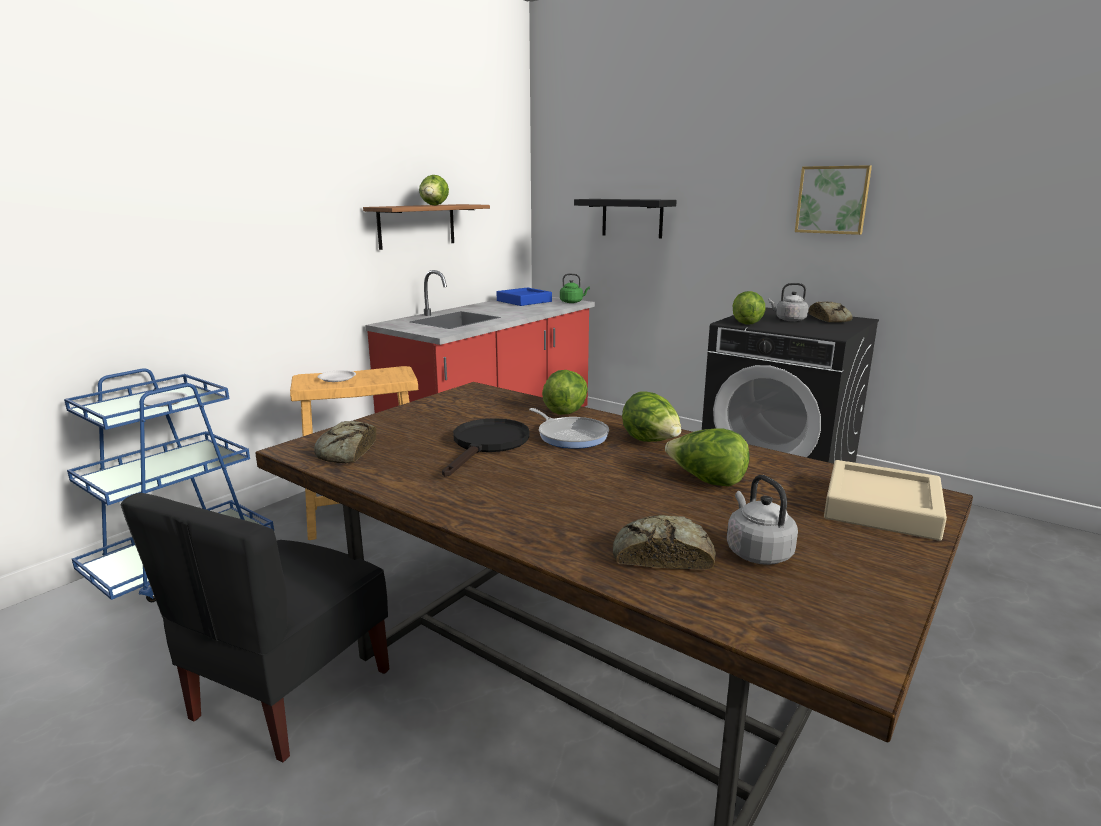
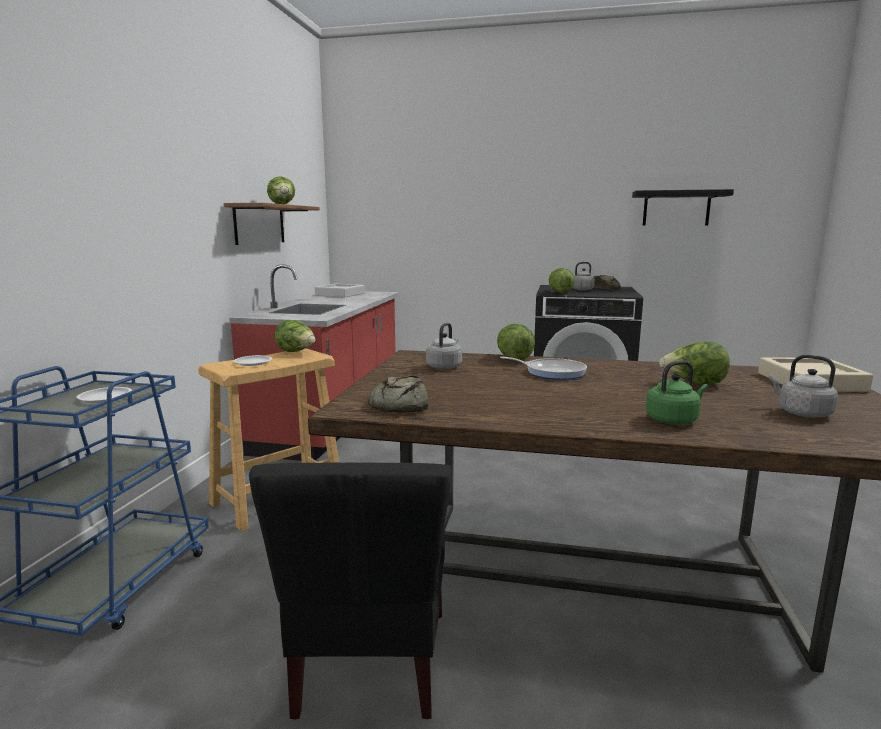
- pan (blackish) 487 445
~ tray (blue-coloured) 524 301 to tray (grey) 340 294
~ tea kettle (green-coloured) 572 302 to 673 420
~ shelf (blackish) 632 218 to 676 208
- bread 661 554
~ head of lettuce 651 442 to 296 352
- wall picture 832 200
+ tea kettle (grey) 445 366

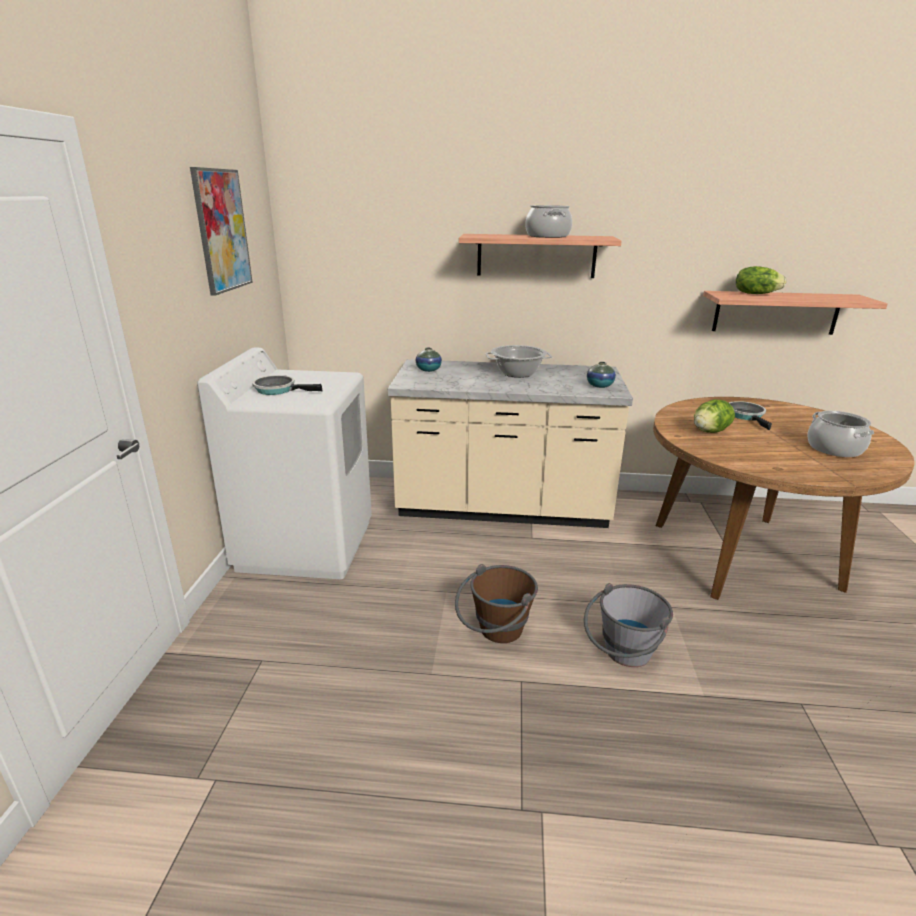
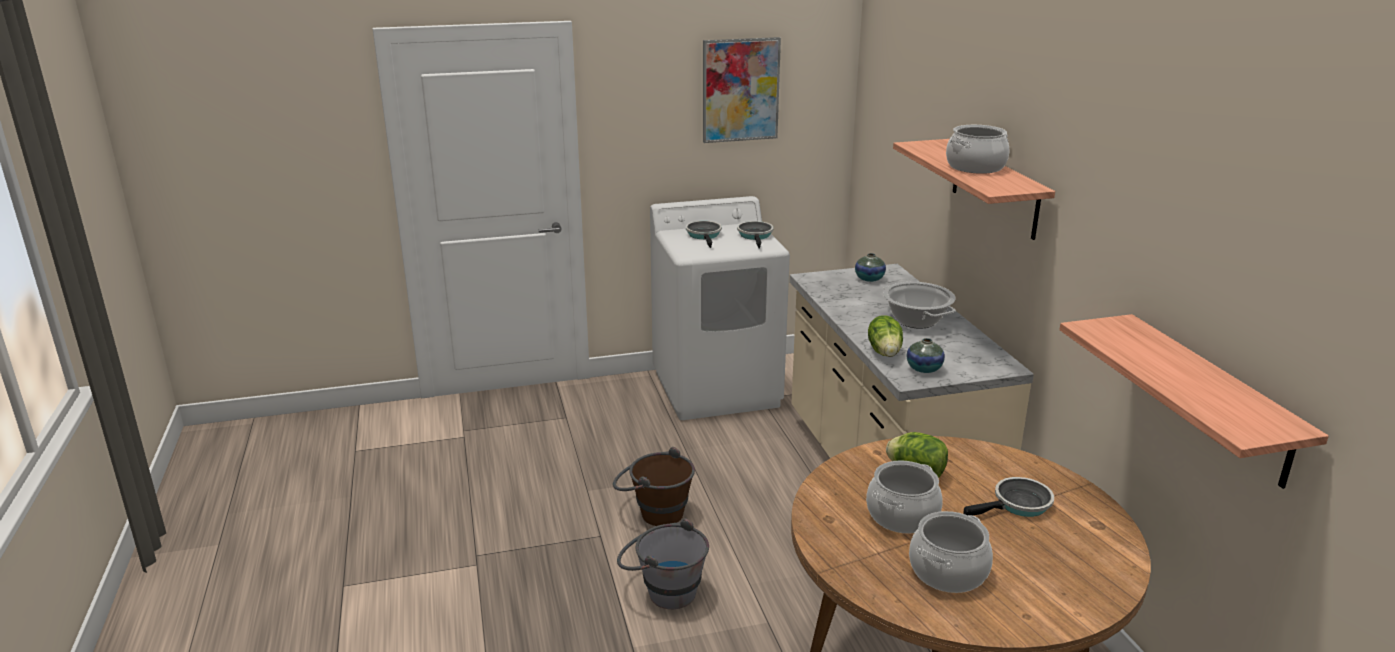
~ head of lettuce 755 294 to 885 352
+ pan 755 236
+ cooking pot 902 516

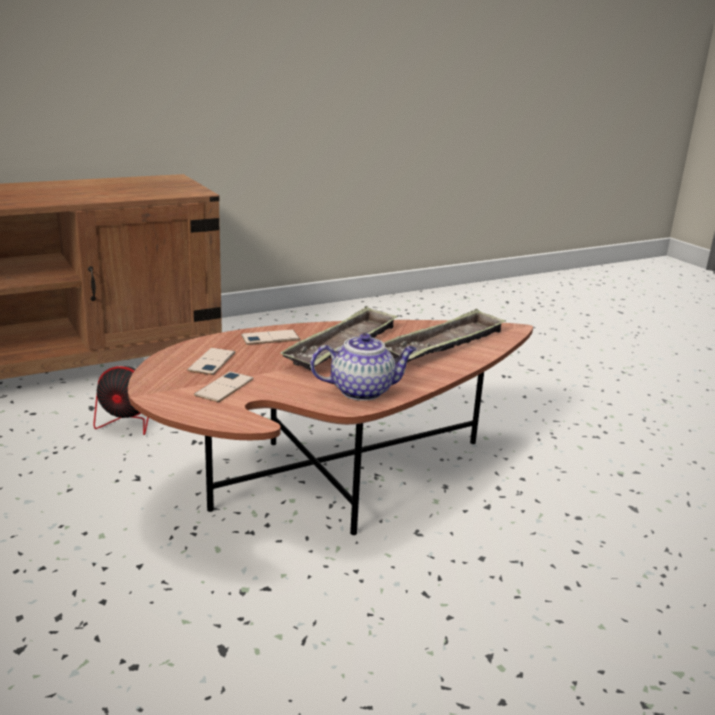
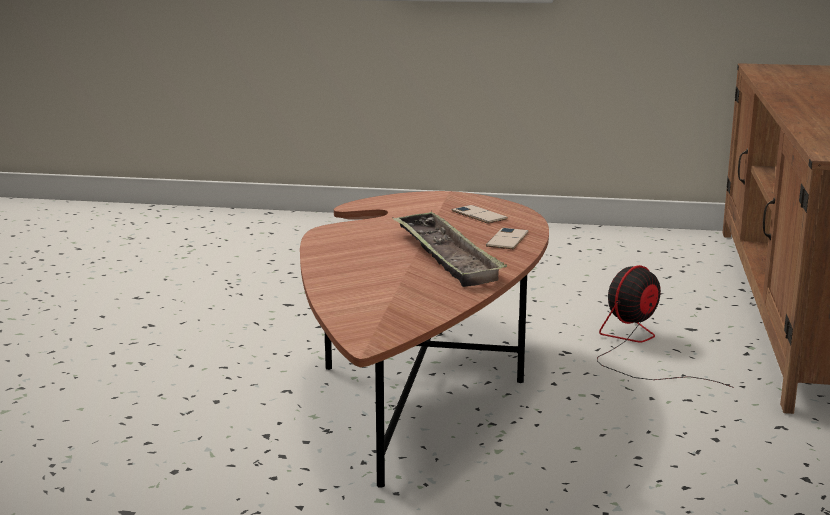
- telephone 224 387
- teapot 363 391
- tray 444 345

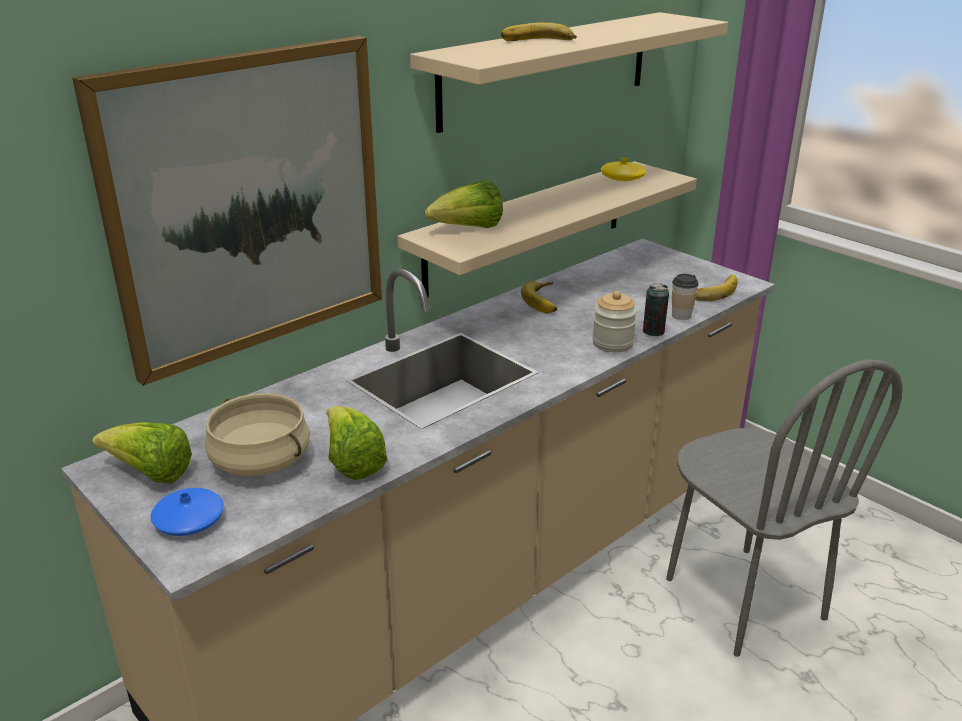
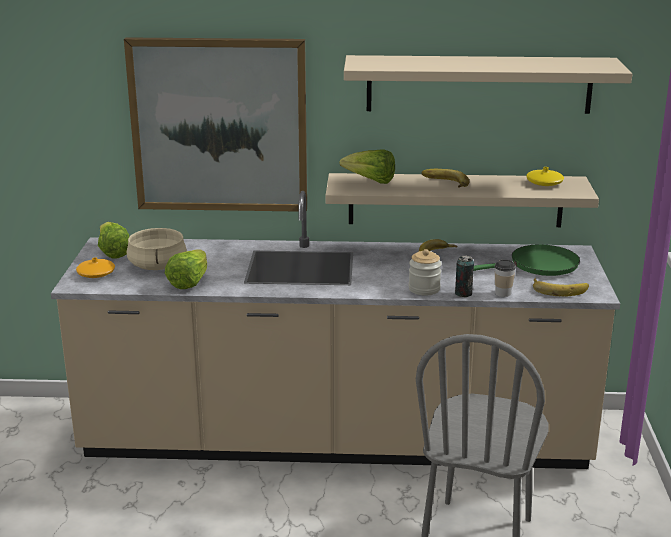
~ vase (blue-coloured) 189 520 to vase (orangey) 96 274
~ banana 539 41 to 444 183
+ pan (green-coloured) 539 265

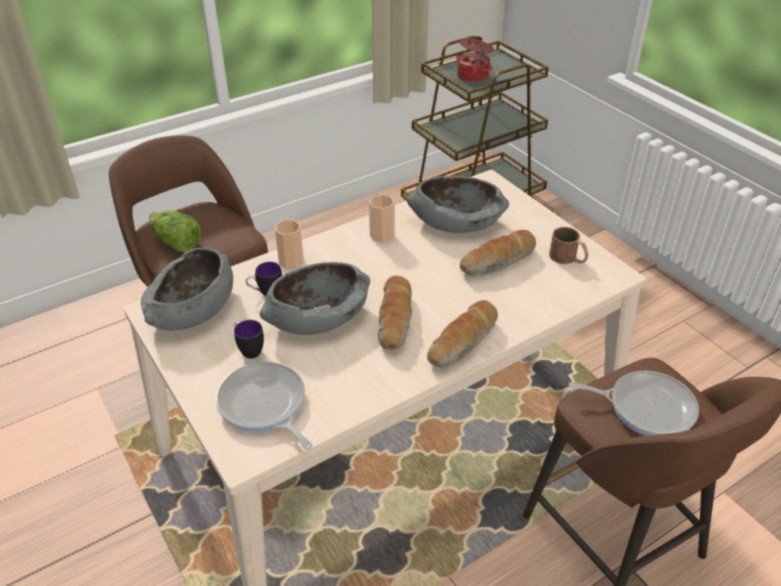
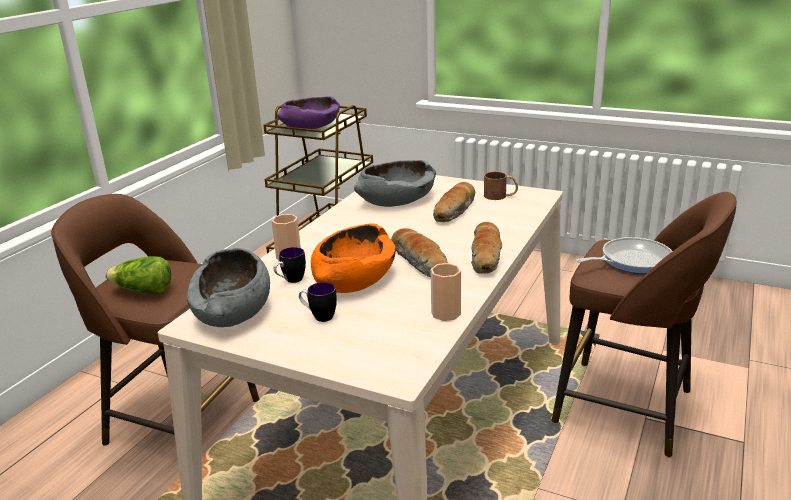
- pan 264 406
~ serving bowl (grey) 318 316 to serving bowl (orangey) 354 279
~ cup 382 235 to 446 313
~ cooking pot 473 76 to serving bowl (purple-coloured) 311 126

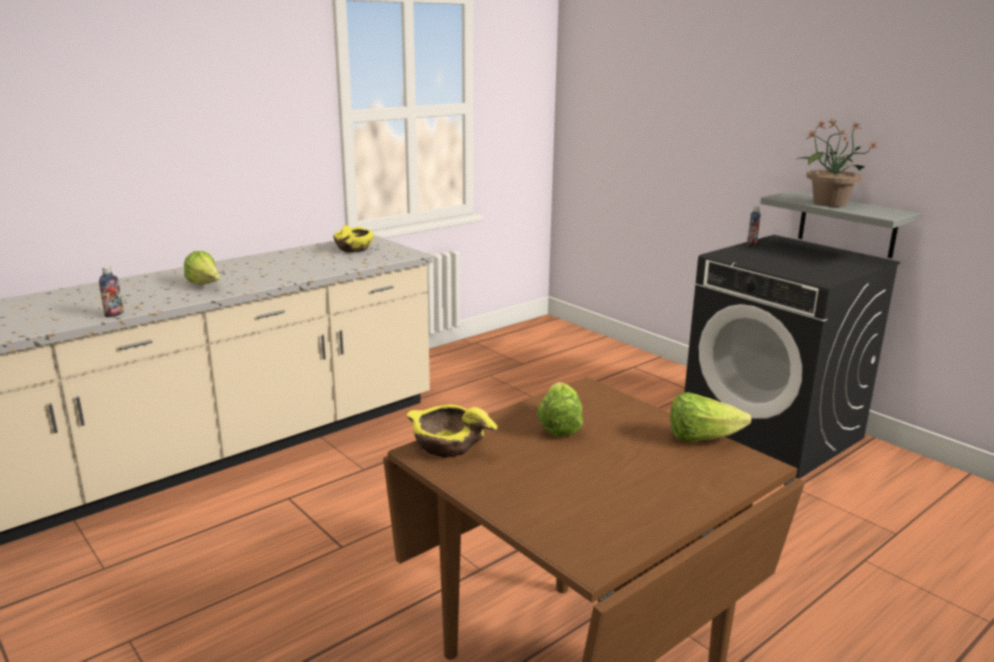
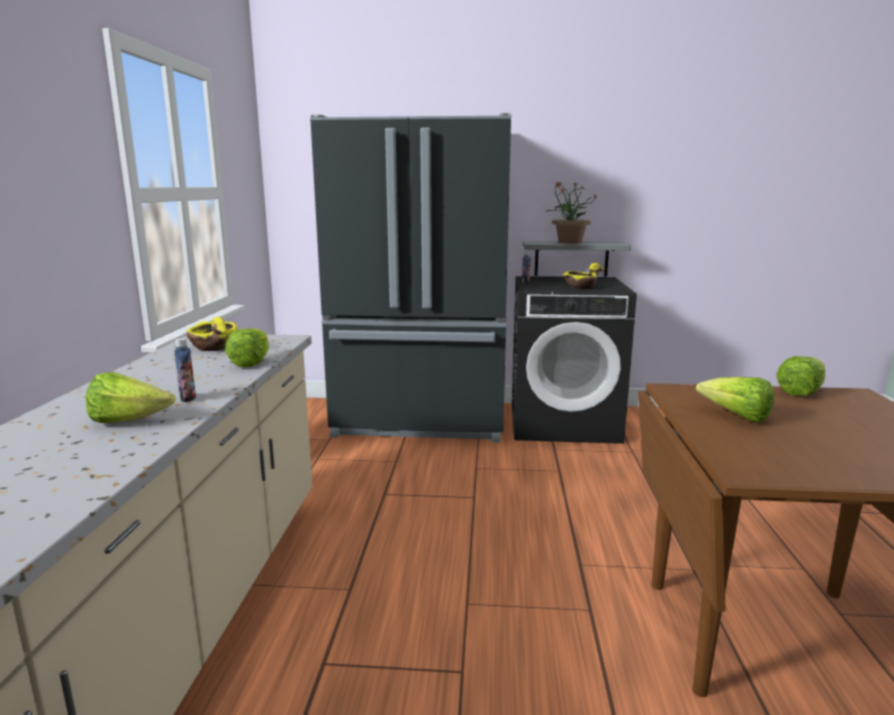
~ bottle 114 314 to 188 398
~ serving bowl (yellow-coloured) 447 446 to 580 287
+ head of lettuce 251 362
+ kitchen fridge (blackish) 421 421

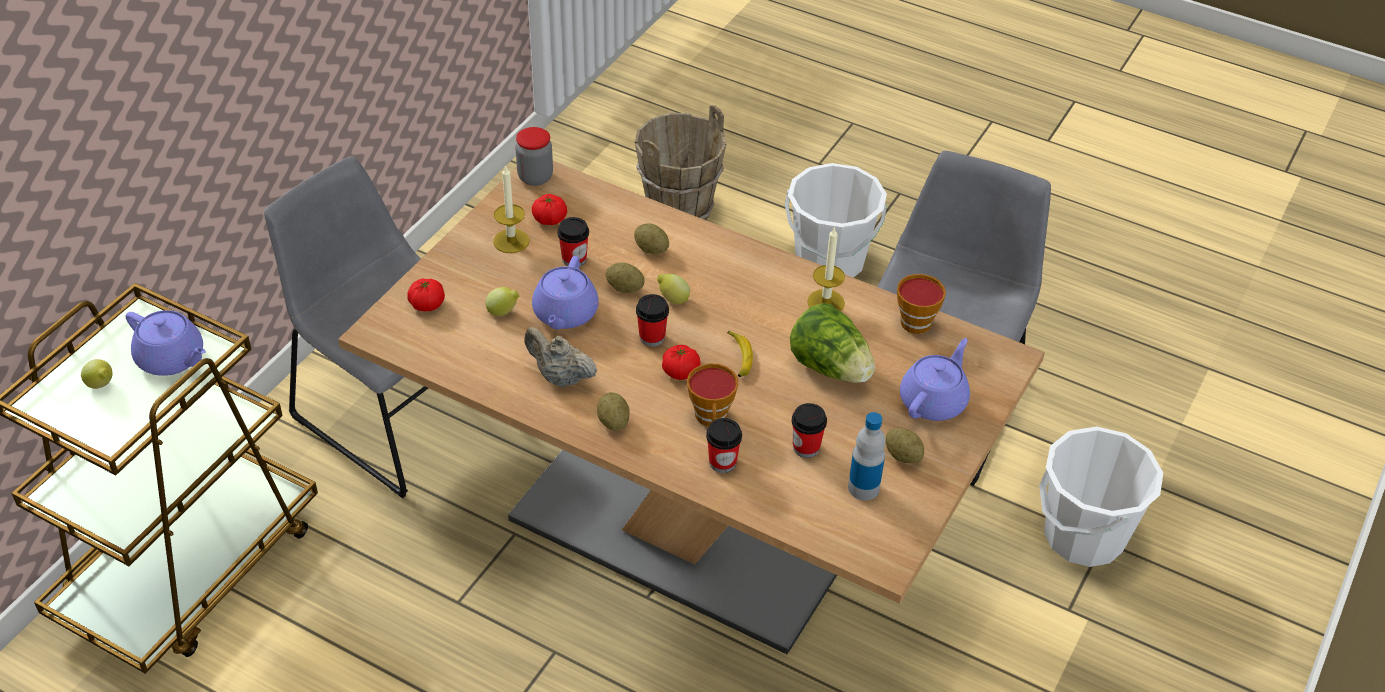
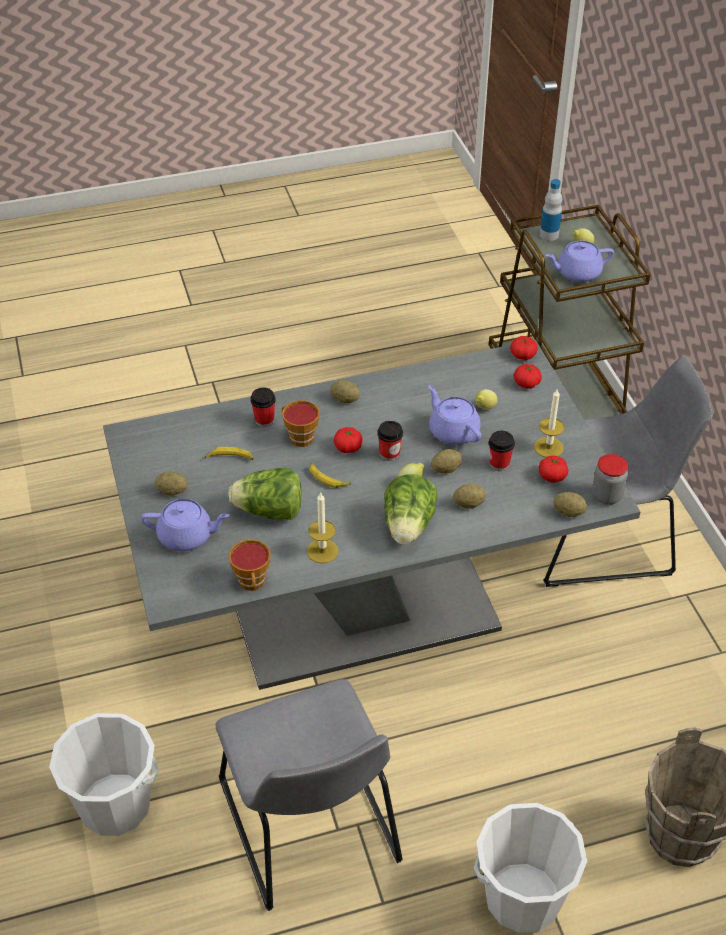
~ kitchen table (brown) 686 525 to kitchen table (grey) 363 608
- teapot (beige-coloured) 560 377
~ cup 806 447 to banana 230 458
~ bottle 863 488 to 549 235
~ teapot (purple-coloured) 934 401 = 187 536 75 degrees counterclockwise
+ head of lettuce 408 526
+ tomato 523 355
+ spud 568 512

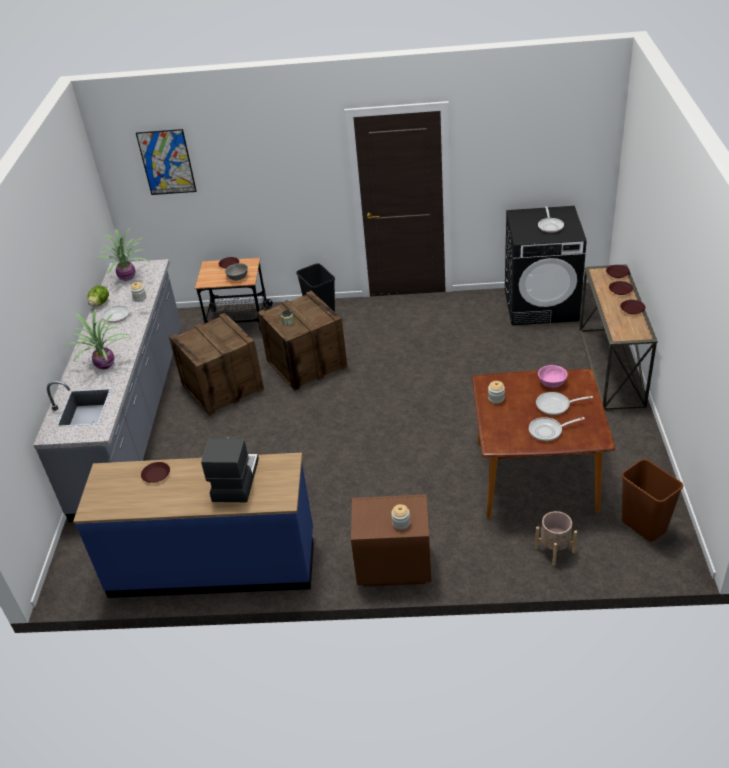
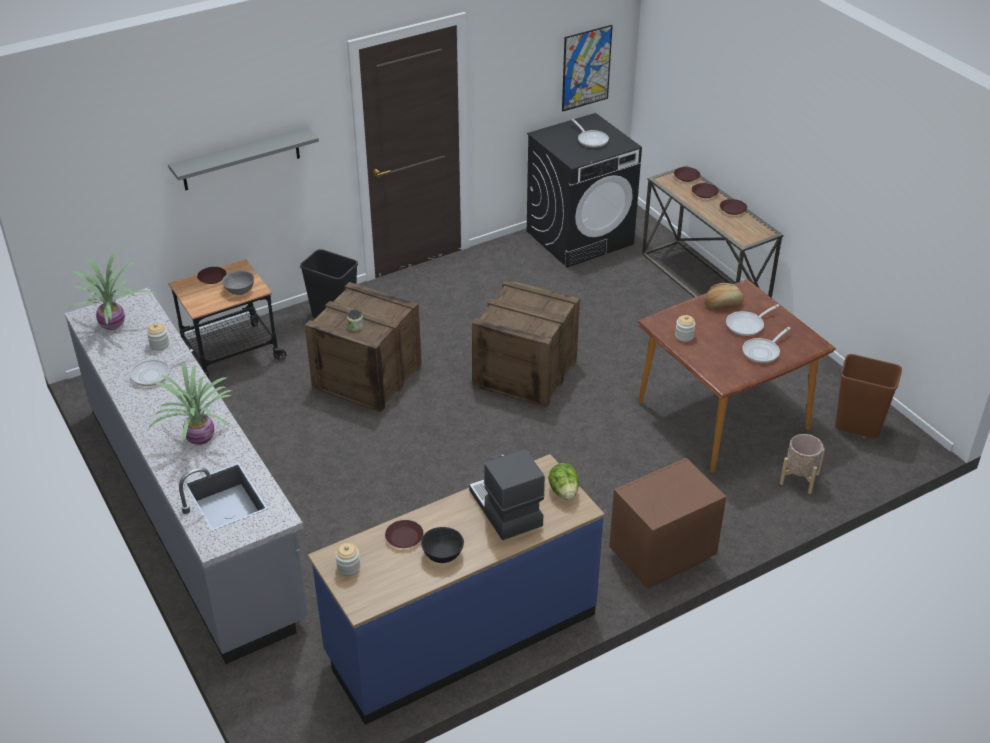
~ head of lettuce 100 303 to 564 491
~ wall picture 166 162 to 586 68
~ shipping crate 222 387 to 525 374
~ jar 401 523 to 348 568
~ serving bowl (pink-coloured) 551 382 to bread 723 303
+ shelf (grey) 241 159
+ serving bowl (blackish) 442 553

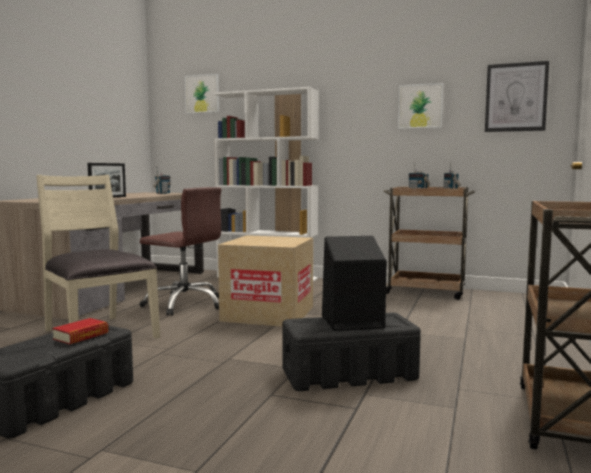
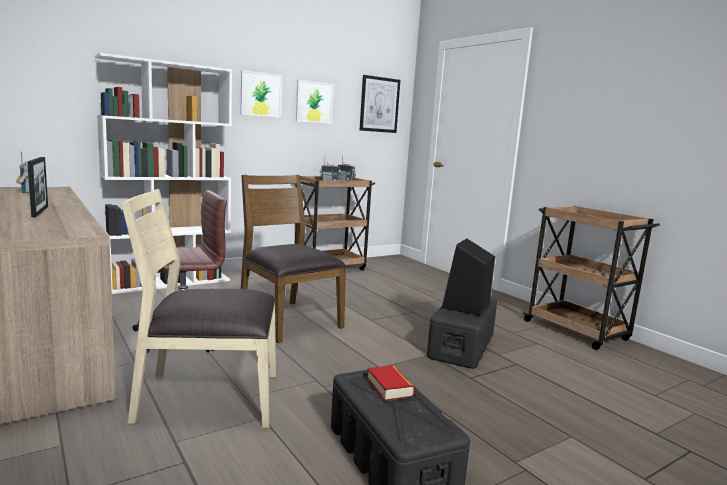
~ wall picture 202 94 to 260 94
~ cardboard box 268 314 to upright chair (brown) 287 320

